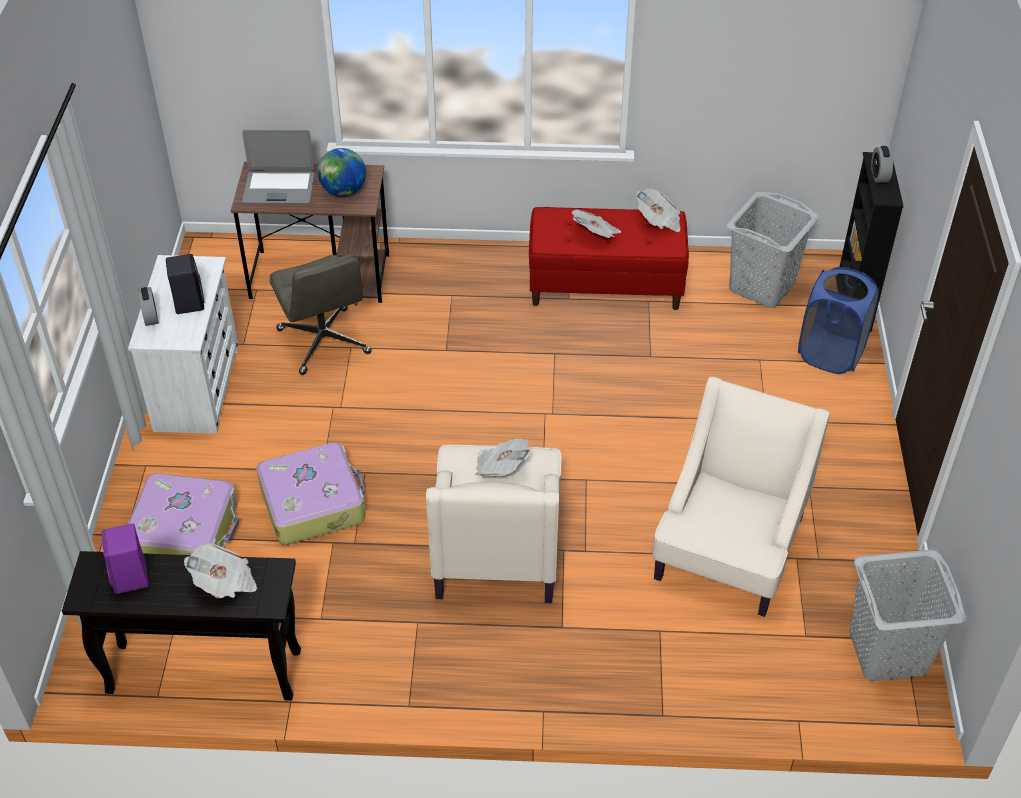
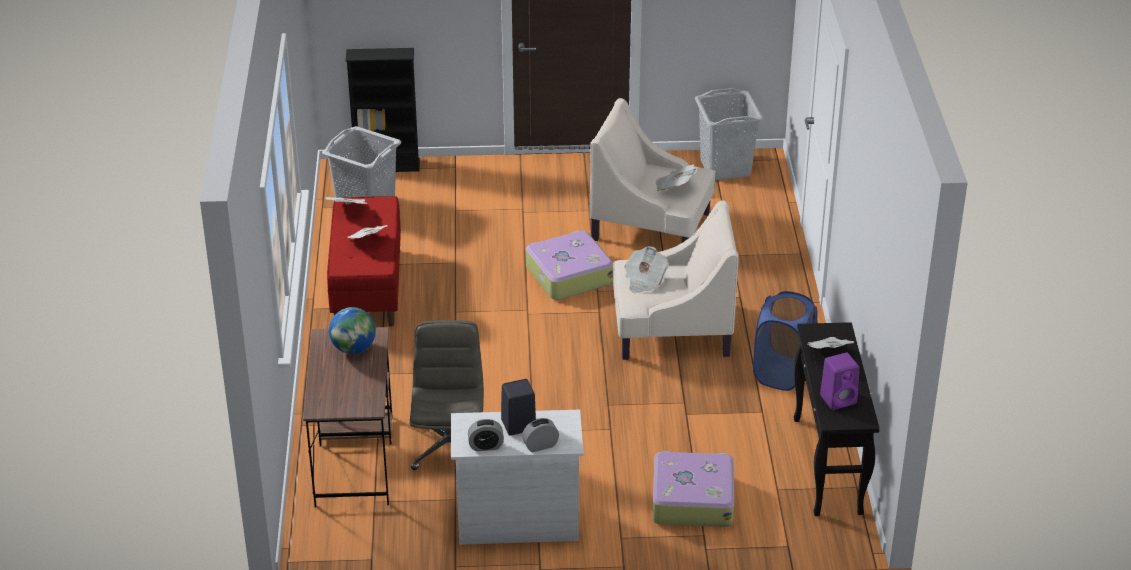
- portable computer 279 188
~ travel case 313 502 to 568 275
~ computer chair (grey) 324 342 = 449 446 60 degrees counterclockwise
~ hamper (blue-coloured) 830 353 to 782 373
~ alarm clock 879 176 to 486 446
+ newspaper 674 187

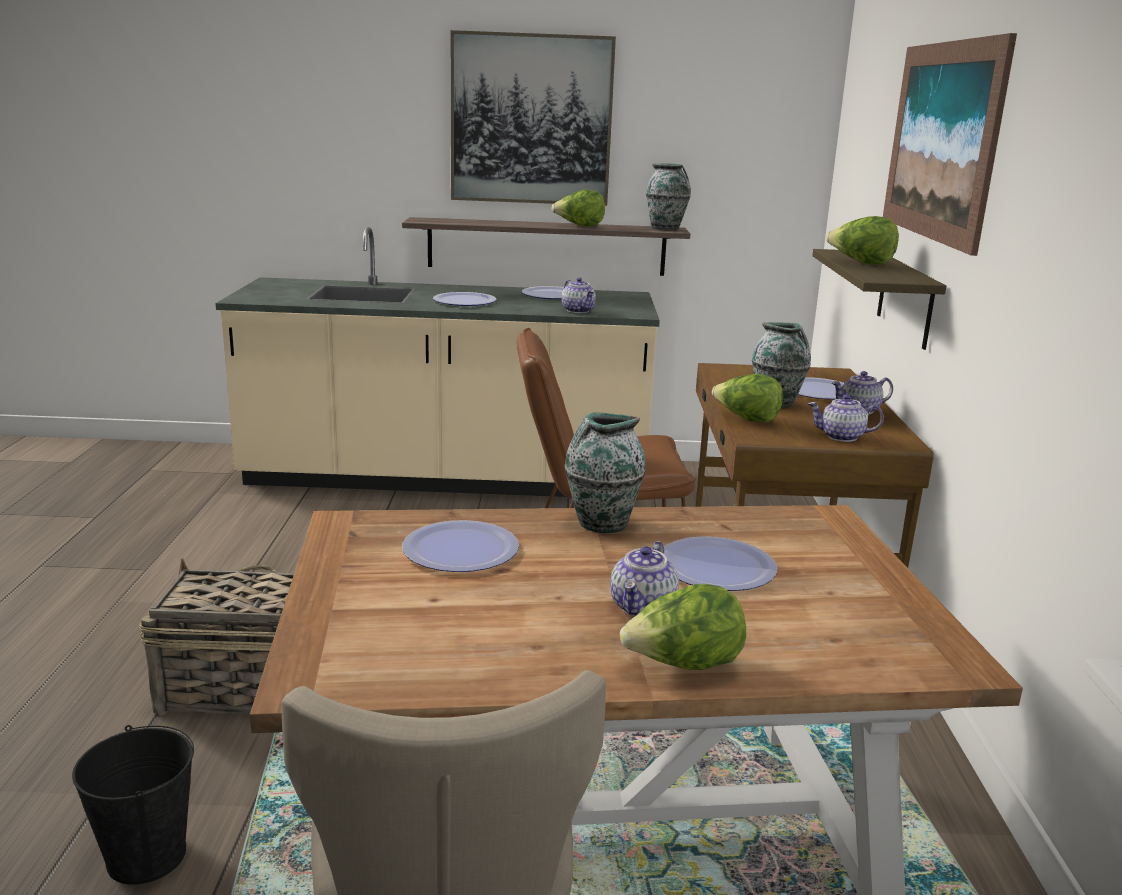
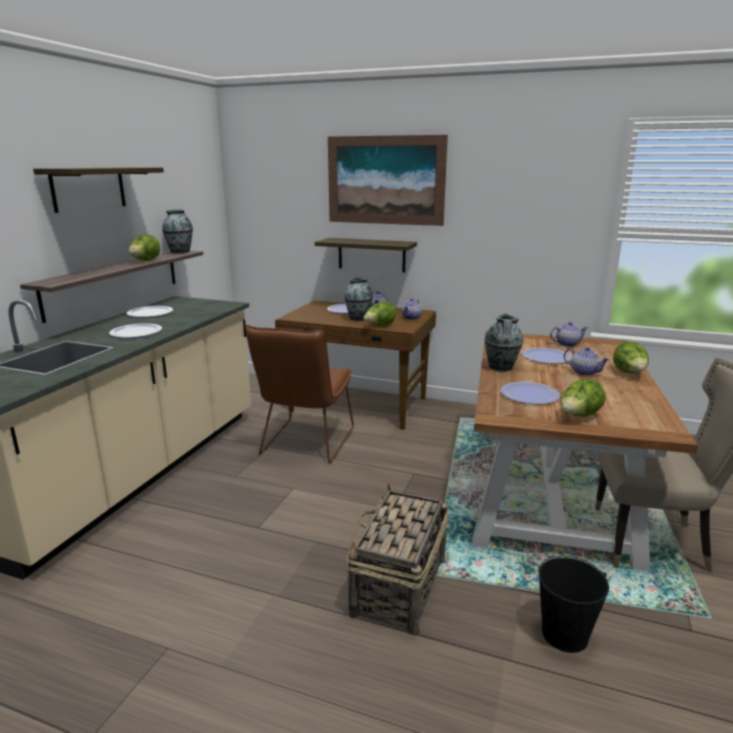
~ wall picture 531 120 to shelf 89 188
~ teapot 578 310 to 567 344
~ head of lettuce 861 263 to 579 416

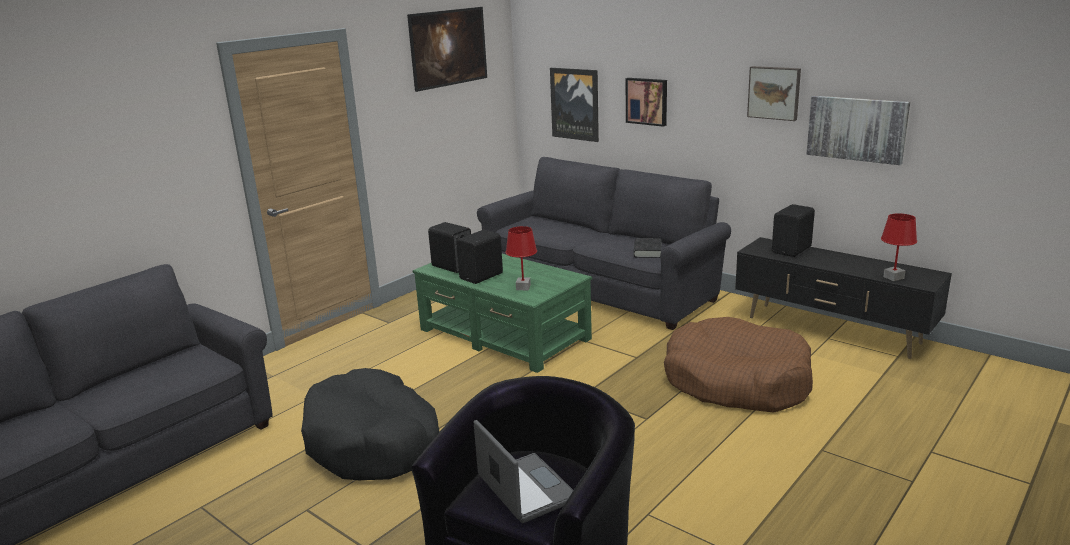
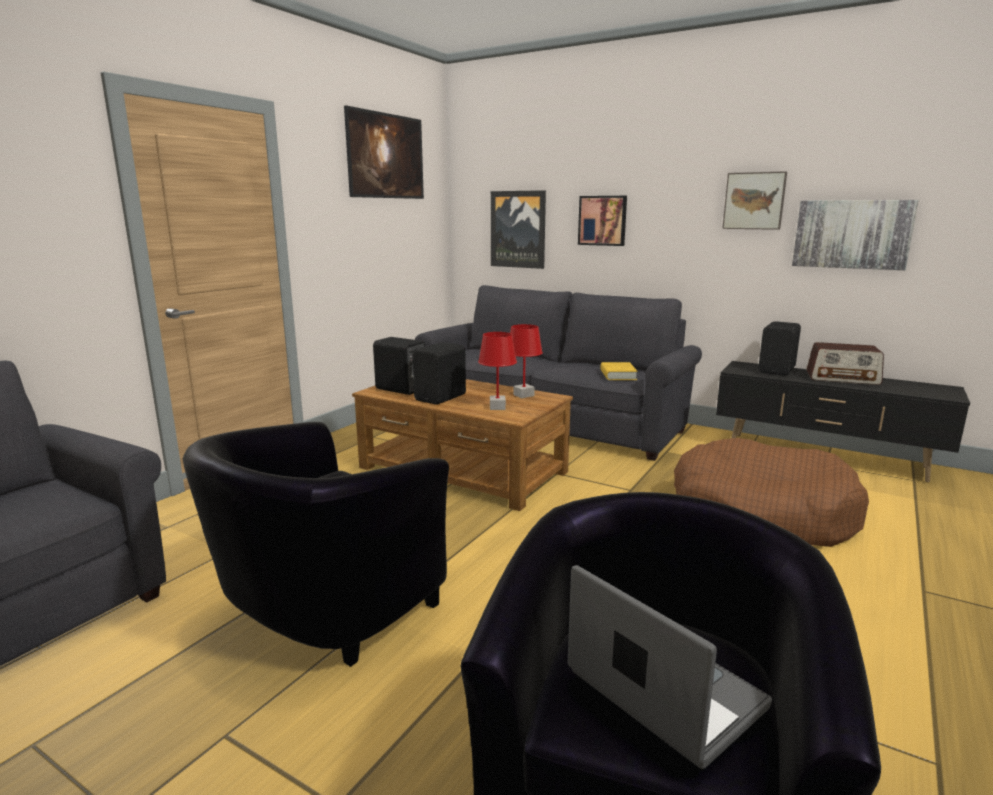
~ dog cushion (blackish) 374 442 to easy chair (blackish) 322 612
~ low table (green-coloured) 504 335 to low table (brown) 463 470
~ bound book (blackish) 647 251 to bound book (yellow-coloured) 618 375
~ table lamp (reddish) 893 278 to 523 395
+ radio 842 378

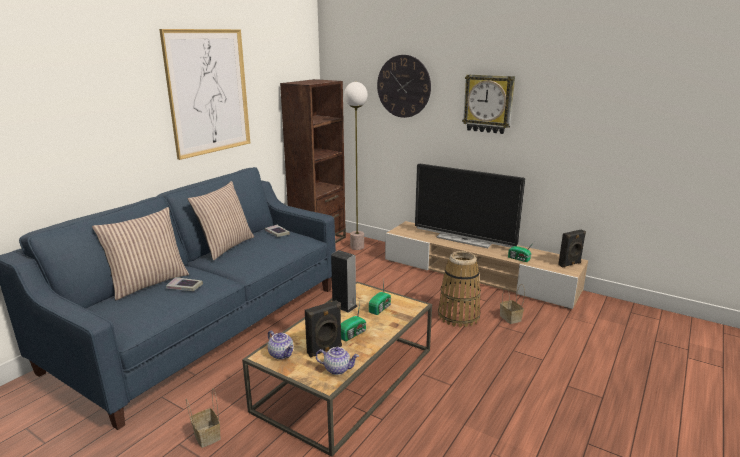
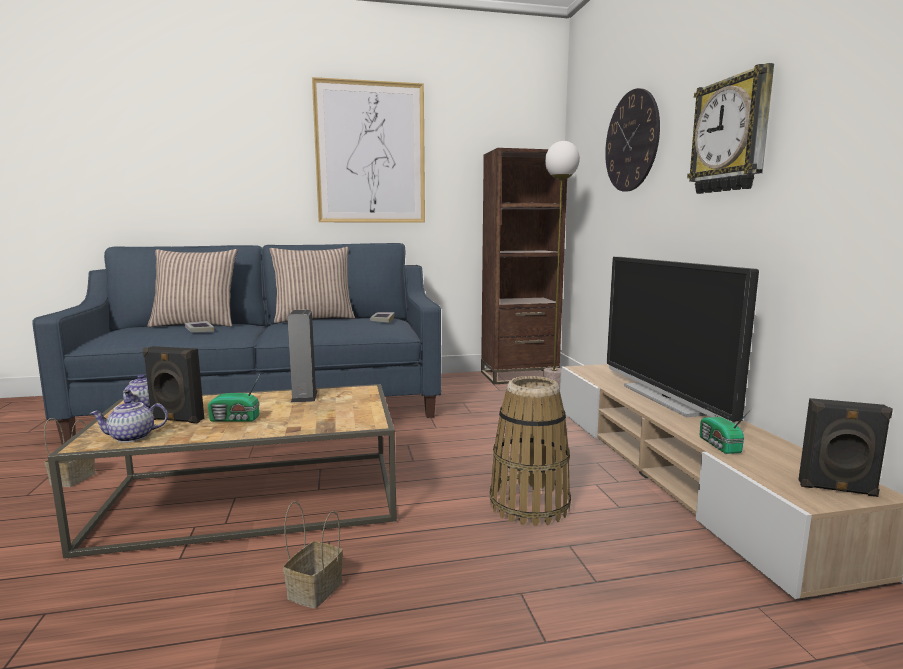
~ teapot 337 369 = 131 437 105 degrees clockwise
- radio 380 308
~ basket 511 318 to 315 591

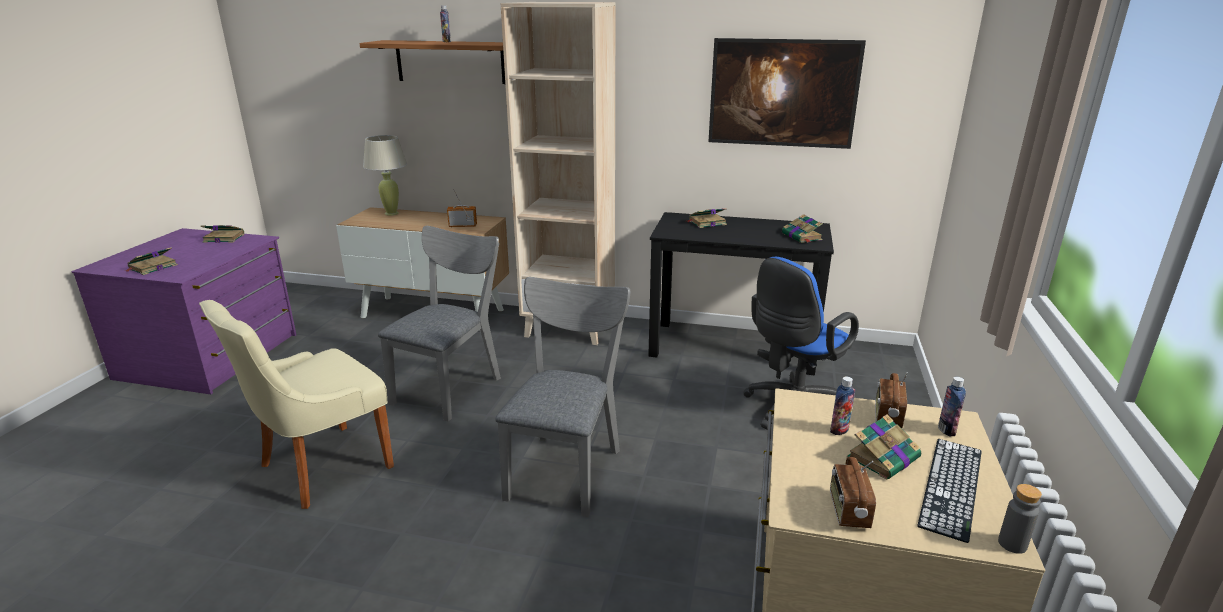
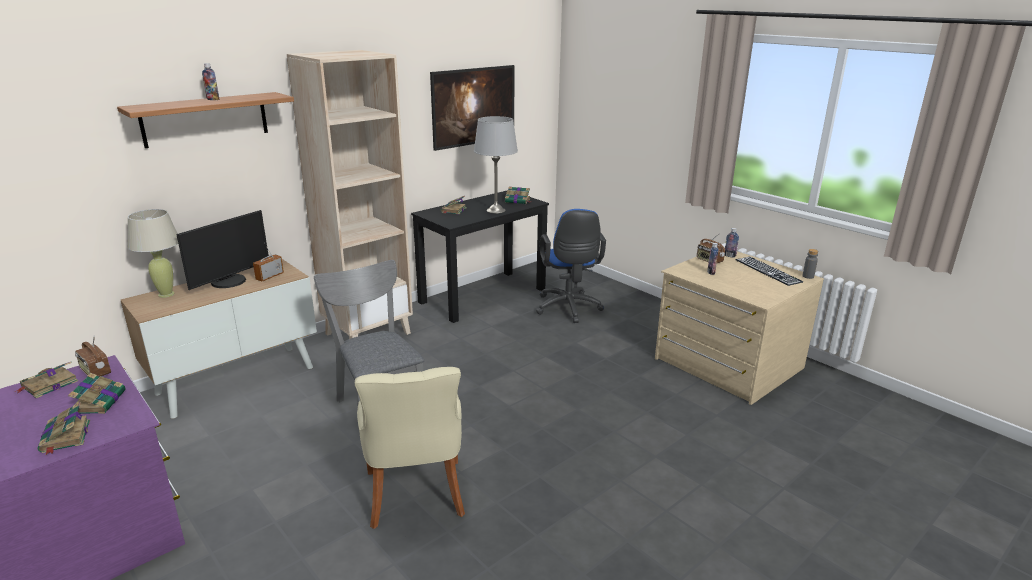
- upright chair (grey) 566 467
~ radio 848 511 to 95 372
~ bound book 884 457 to 100 401
+ computer display 230 282
+ table lamp (grey) 496 210

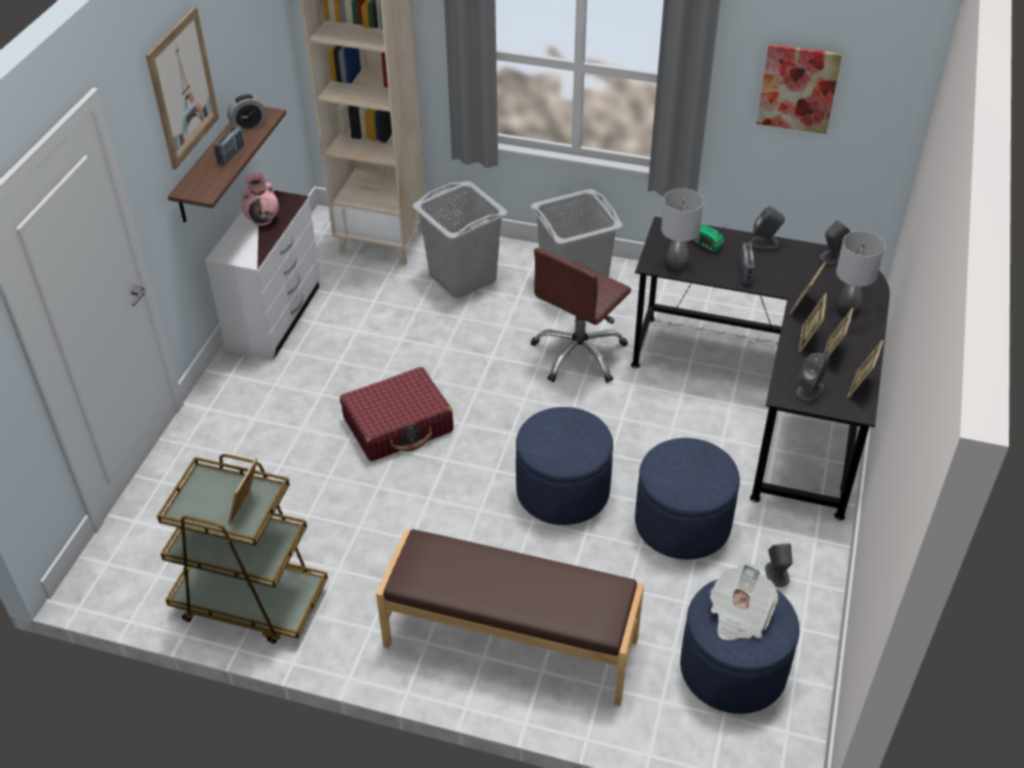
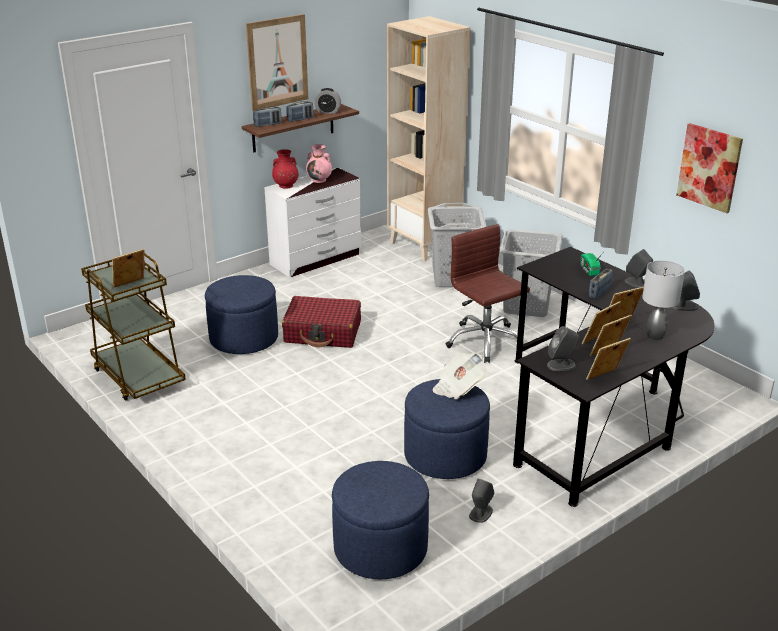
- long seat (brown) 510 643
~ footrest (blue-coloured) 562 491 to 244 338
~ computer chair (brown) 579 354 = 485 341 75 degrees clockwise
- table lamp (grey) 675 265
~ newspaper 739 615 to 458 387
+ radio 267 125
+ vase (reddish) 285 186

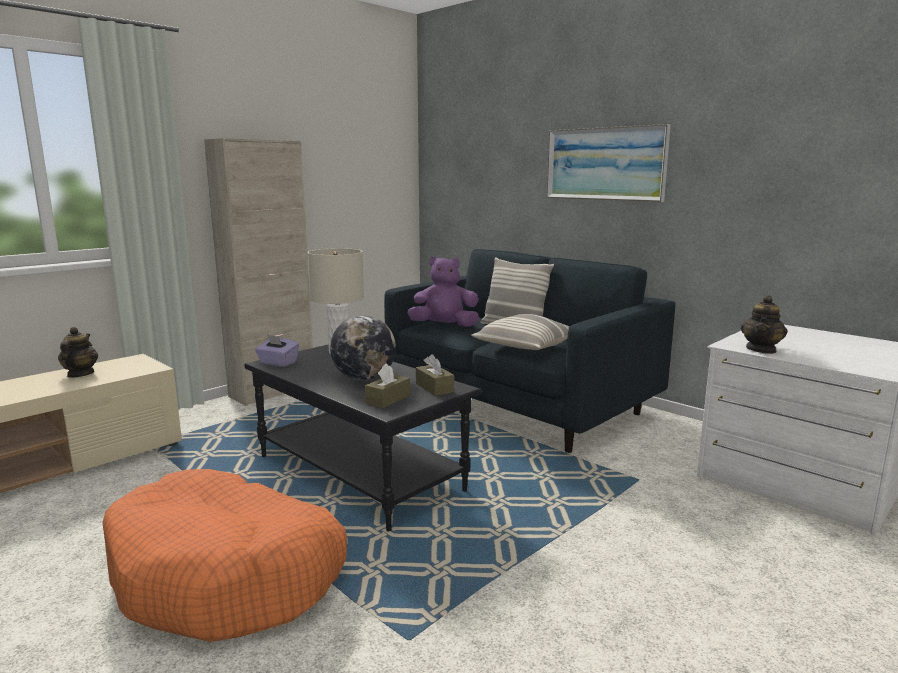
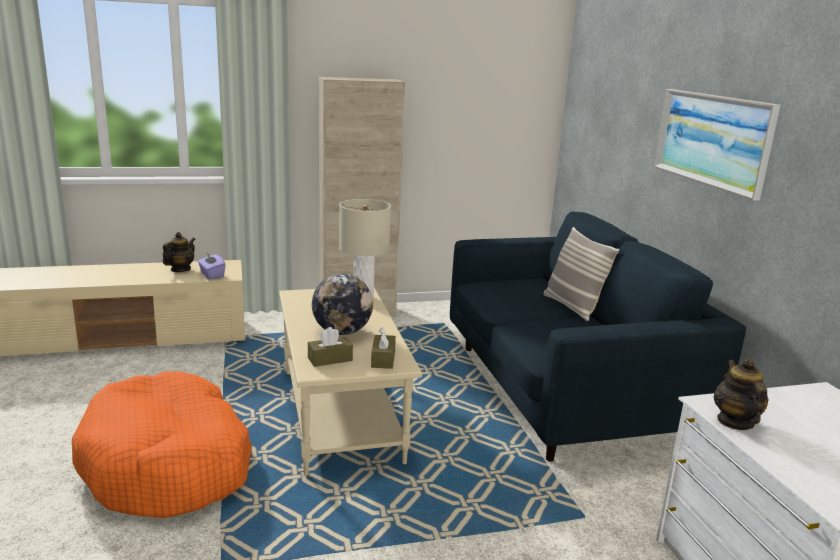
~ low table (blackish) 360 473 to low table (beige-coloured) 342 414
~ box of tissues (purple-coloured) 277 363 to 212 275
- plush toy (purple-coloured) 444 326
- pillow 524 348
~ teapot 761 350 = 735 422 120 degrees clockwise

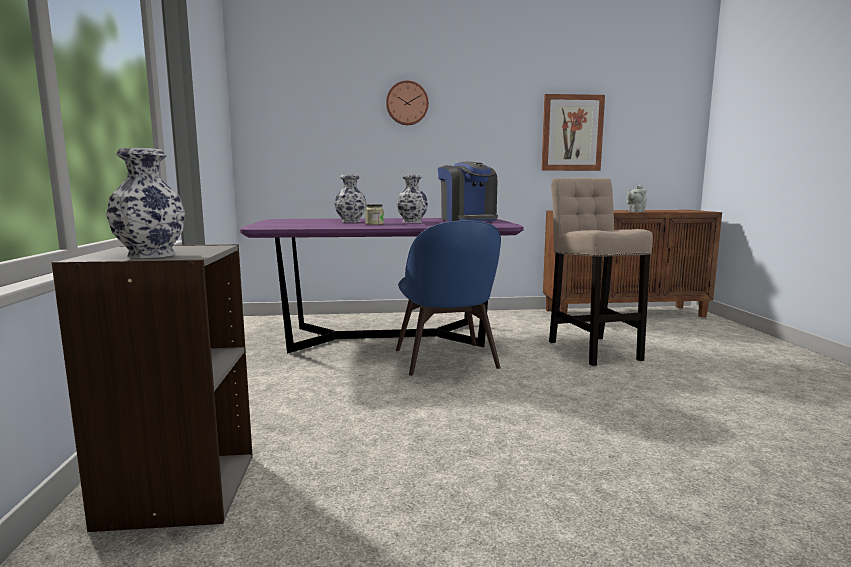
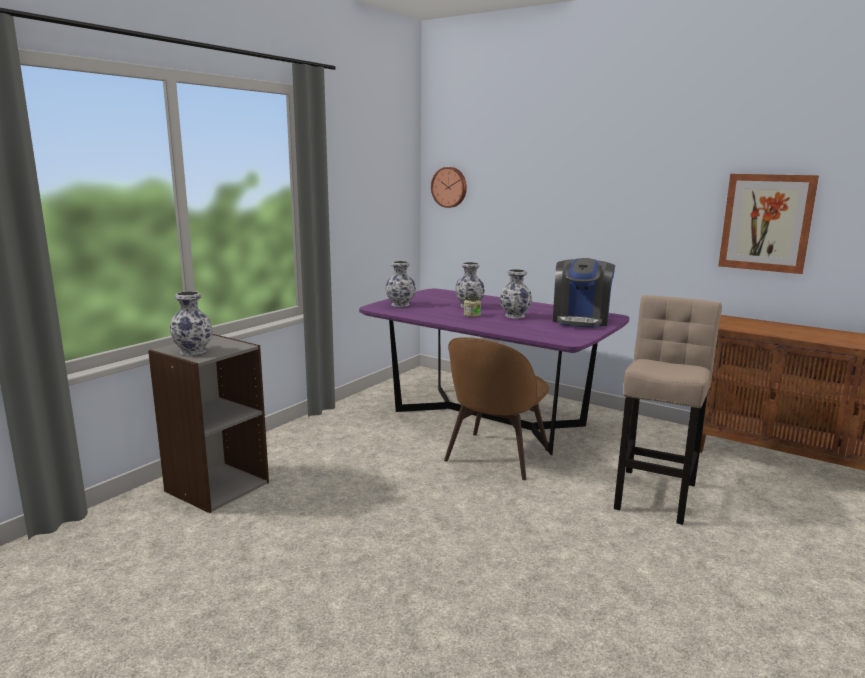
~ wall clock 407 103 to 449 187
~ upright chair (blue-coloured) 446 360 to upright chair (brown) 495 457
- teapot (grey) 635 211
+ vase 400 305

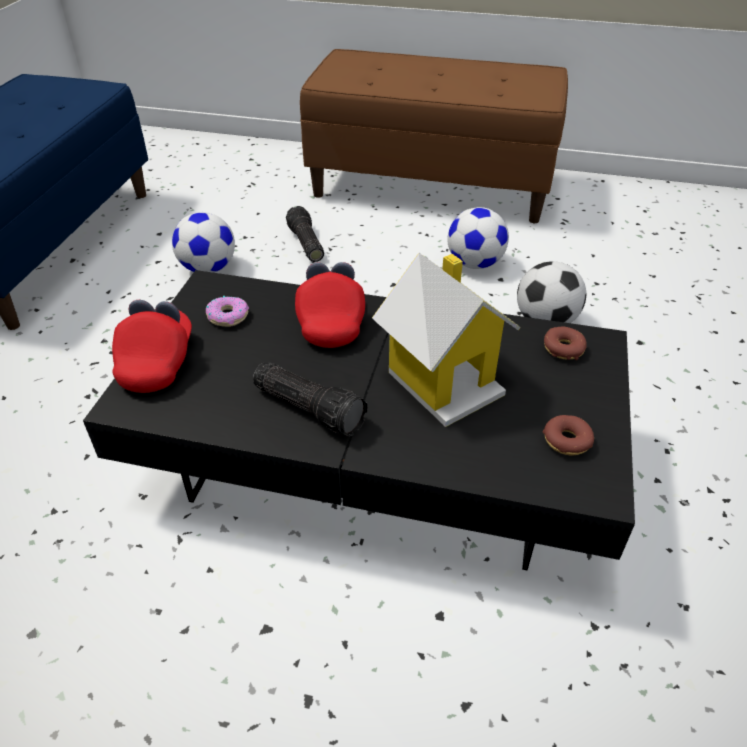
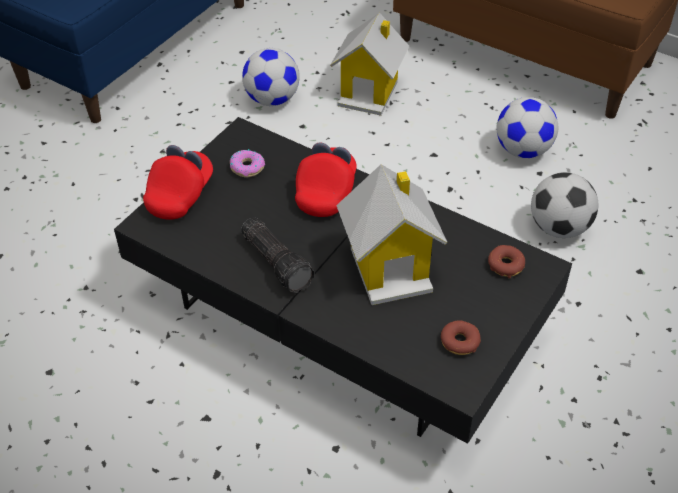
~ flashlight 305 243 to miniature house 369 92

